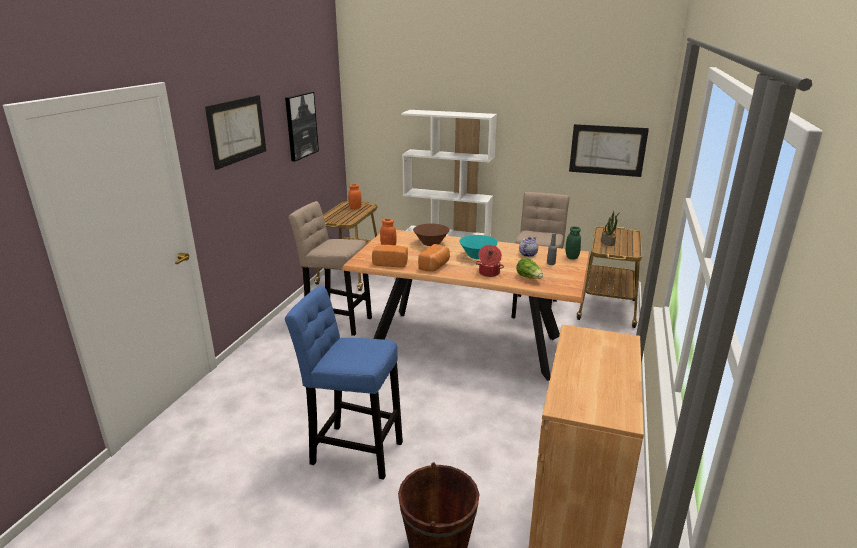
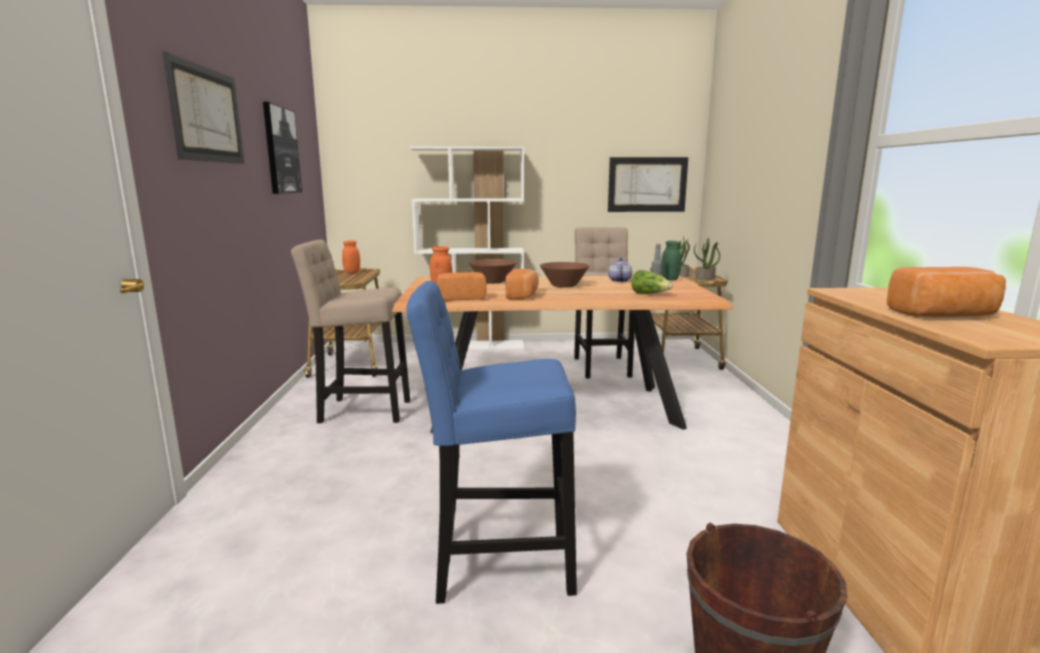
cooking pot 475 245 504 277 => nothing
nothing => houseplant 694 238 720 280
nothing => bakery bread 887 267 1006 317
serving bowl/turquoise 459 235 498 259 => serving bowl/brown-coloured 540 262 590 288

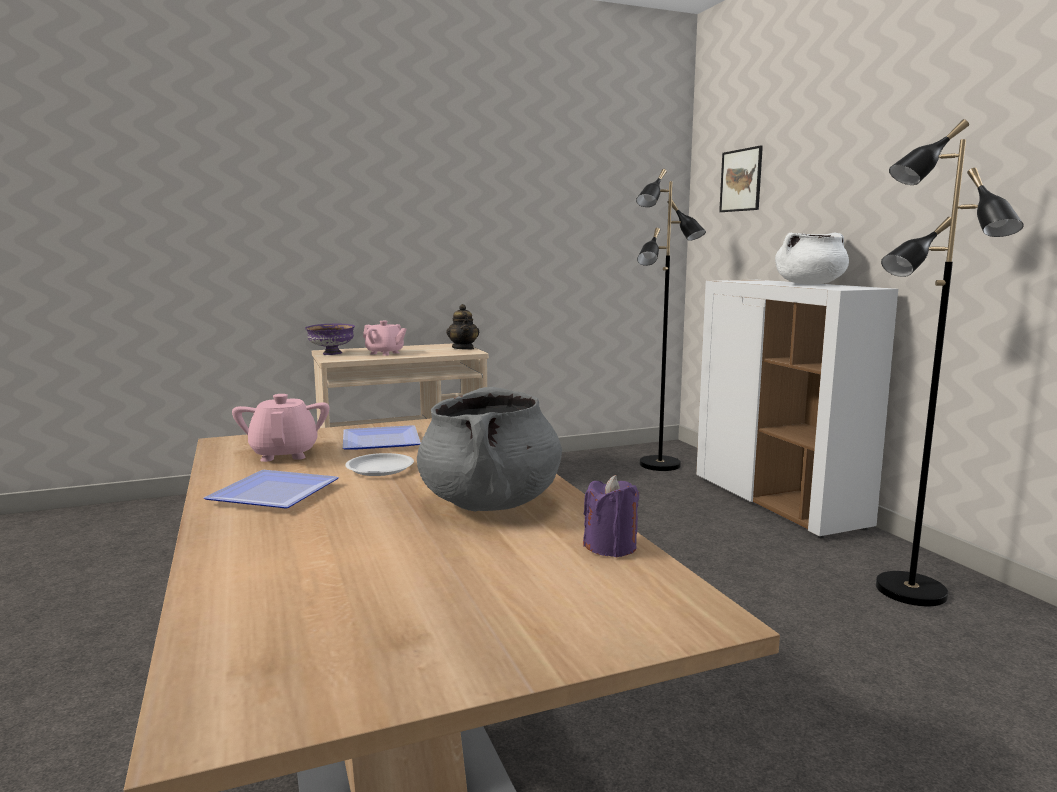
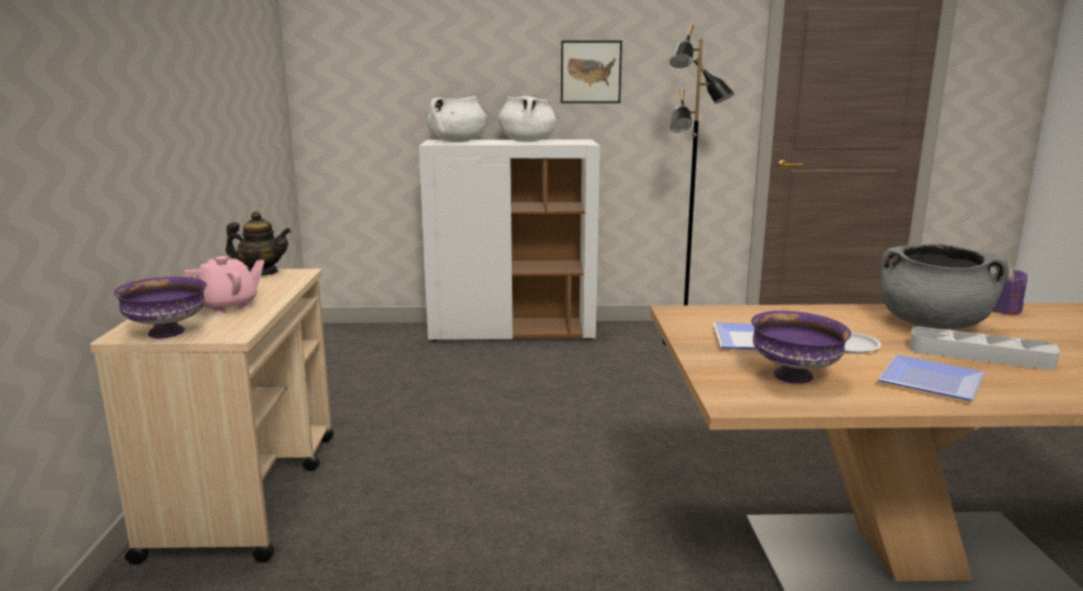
floor lamp/blackish 636 169 706 471 => nothing
nothing => cooking pot/white 427 96 487 142
nothing => carrying tray/gray 910 327 1060 370
picture 719 146 763 212 => picture 561 41 622 103, shifted
tea pot/pink-coloured 232 394 329 462 => serving bowl/purple 751 311 851 384

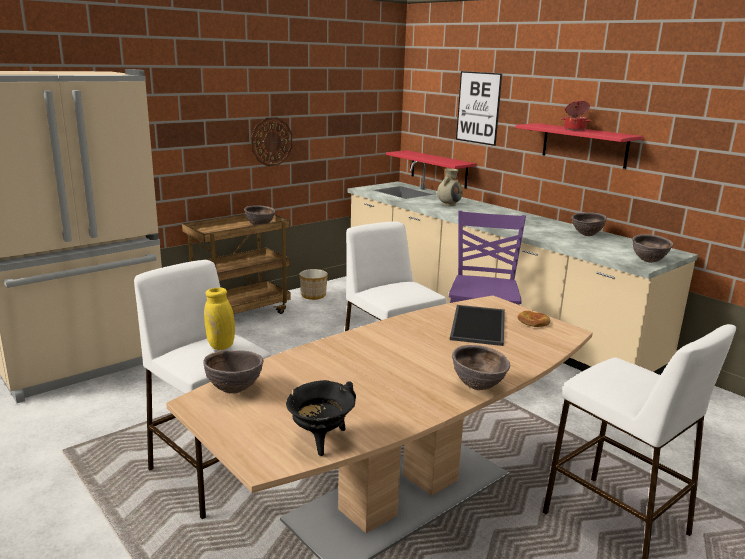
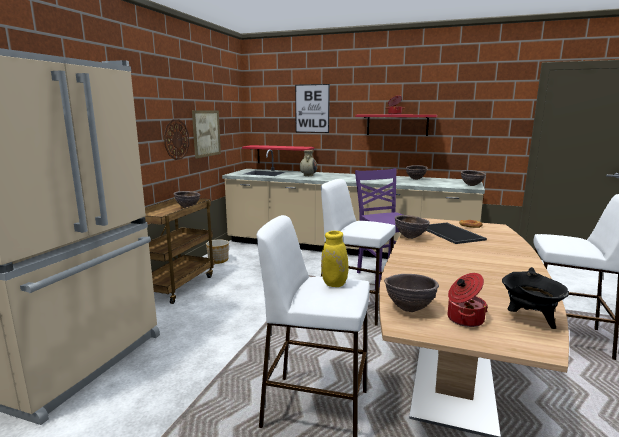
nothing => picture 192 110 221 158
nothing => cooking pot 448 273 488 327
serving bowl/brown-coloured 452 345 510 390 => serving bowl/brown-coloured 395 215 430 239, shifted

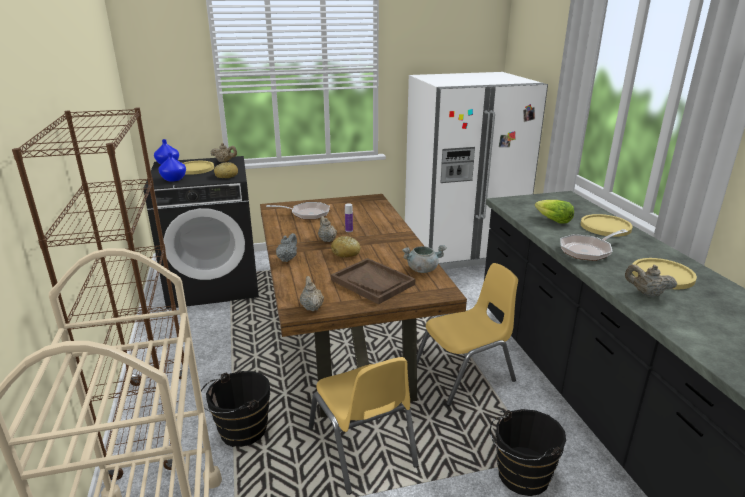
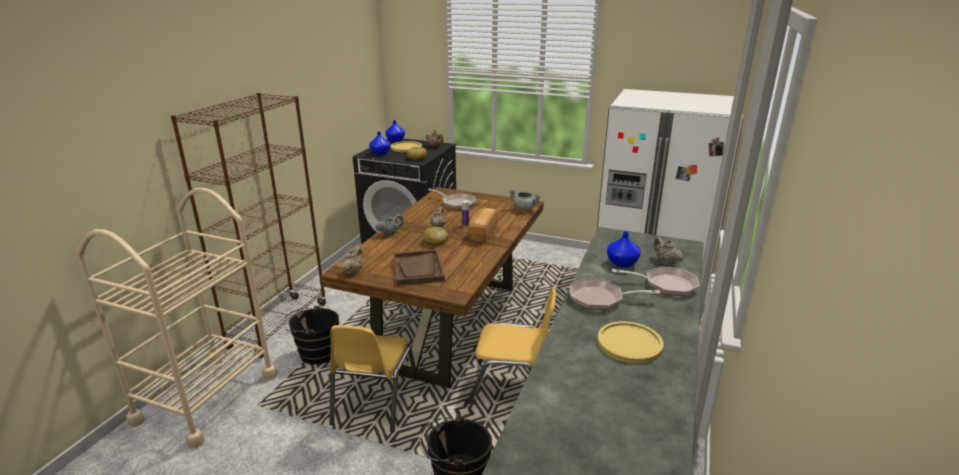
nothing => bakery bread 468 208 498 243
cooking pot/gray 402 245 447 273 => cooking pot/gray 509 189 541 211, shifted
tea pot/beige-coloured 625 264 677 297 => tea pot/beige-coloured 654 236 683 266, shifted
head of lettuce 535 200 574 224 => decorative vase/blue-coloured 607 232 641 268
flat dish/yellow 581 214 633 237 => skillet 612 266 700 296

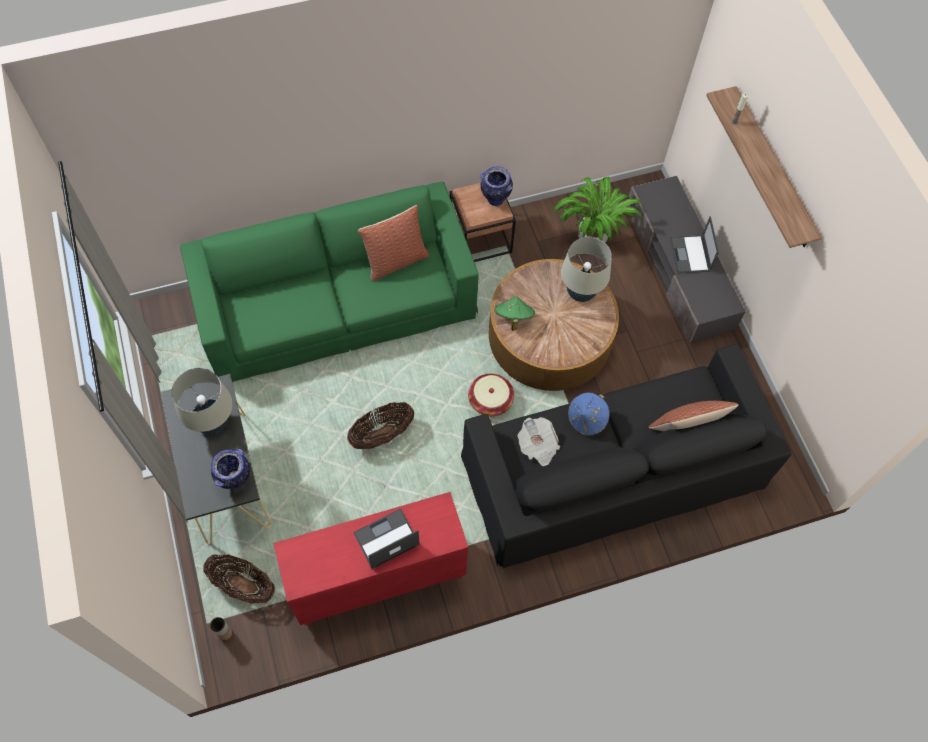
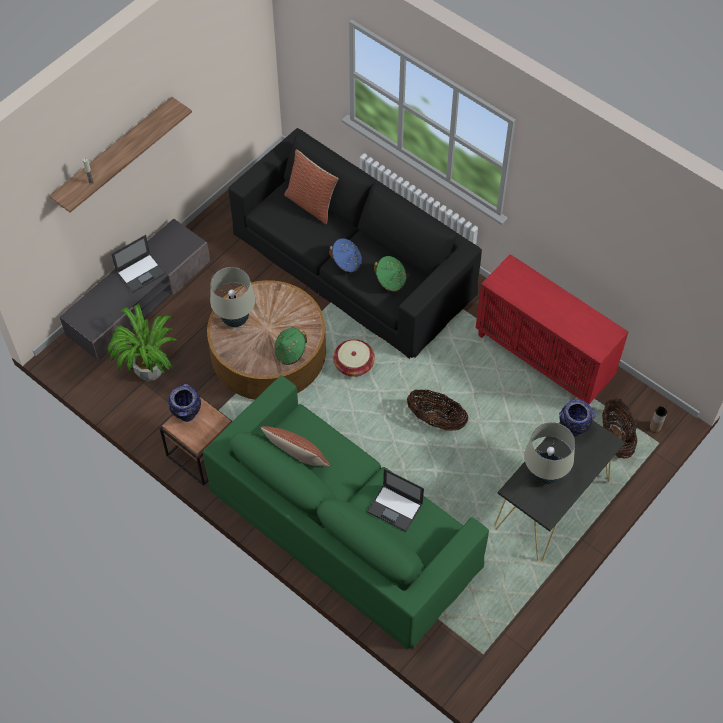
portable computer 353 508 420 569 => portable computer 367 469 424 532, shifted
newspaper 518 417 560 466 => clothing hat/green 374 256 406 292

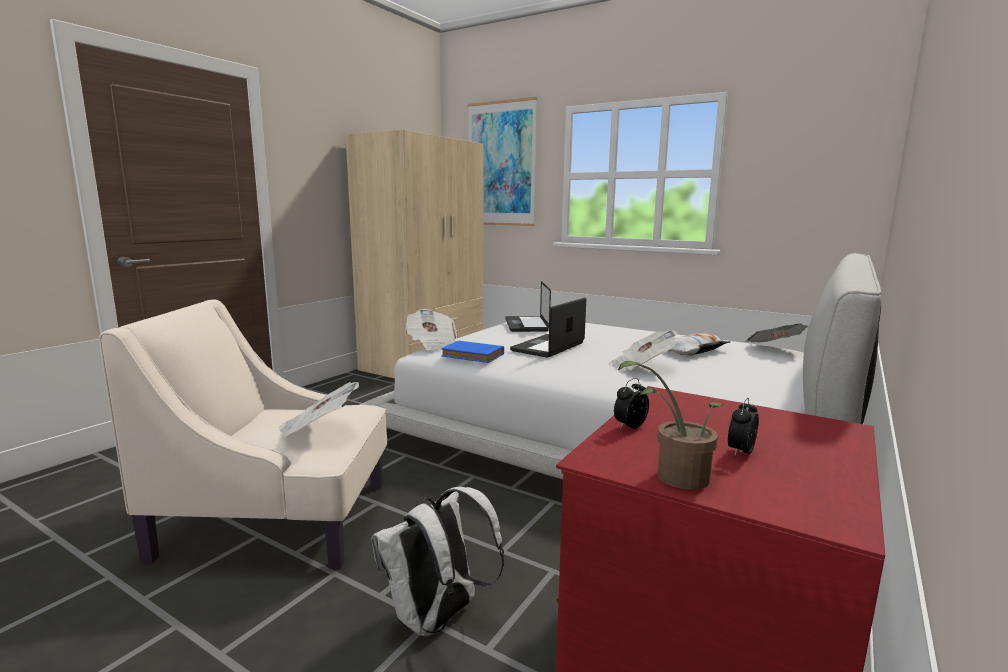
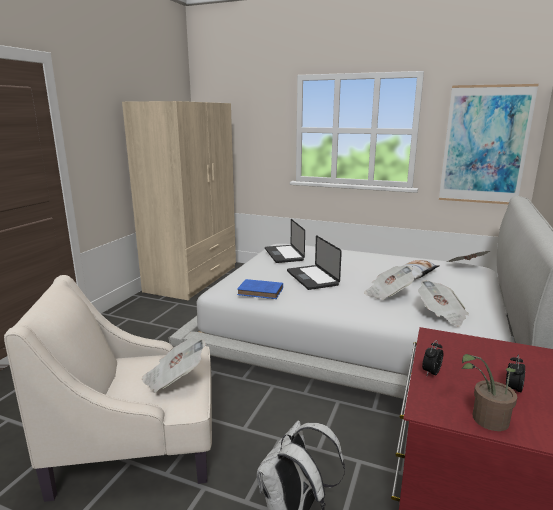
newspaper 405 309 457 351 => newspaper 418 280 469 327, shifted
picture 468 97 537 226 => picture 439 84 539 204, shifted
portable computer 510 298 586 358 => portable computer 287 235 342 290, 45 degrees counterclockwise

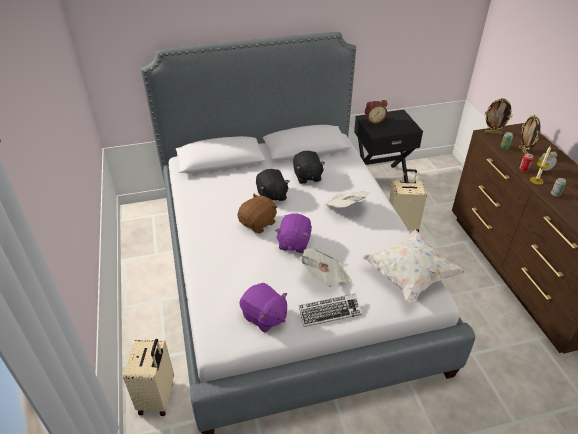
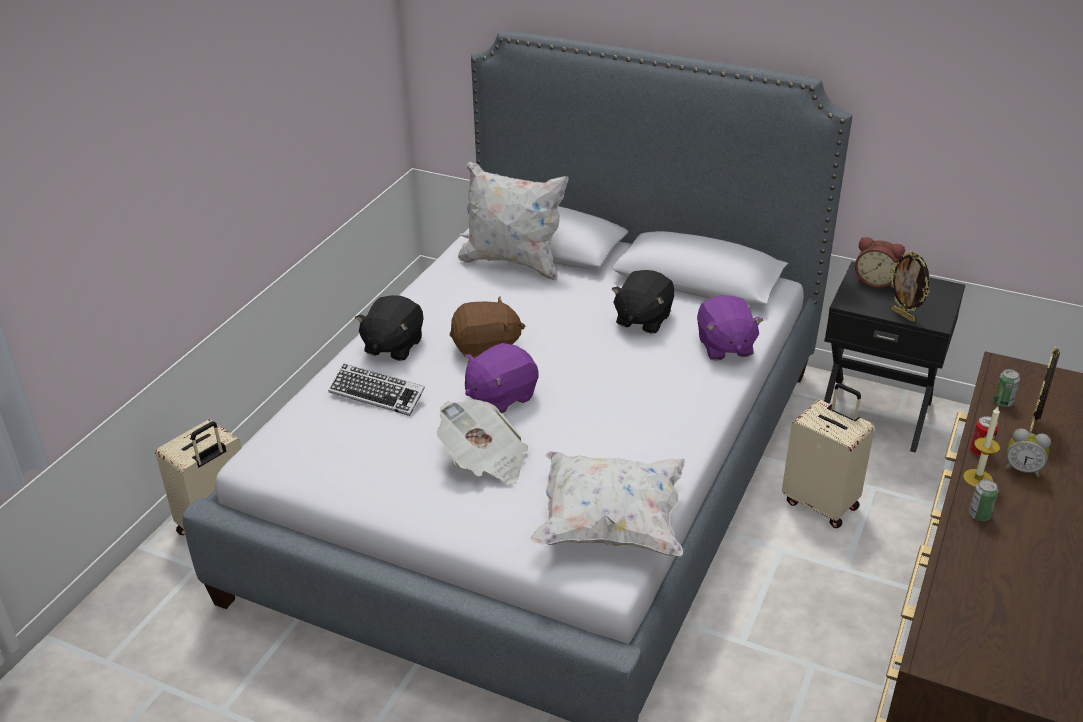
newspaper 324 191 370 208 => nothing
nothing => pillow/white 458 161 569 281
plush toy/purple 239 283 287 333 => plush toy/purple 697 295 763 360, shifted
plush toy/blackish 256 169 290 201 => plush toy/blackish 355 295 424 361, shifted
keyboard 299 294 362 327 => keyboard 328 364 425 416, shifted
photo frame 485 98 513 135 => photo frame 890 251 930 322, shifted

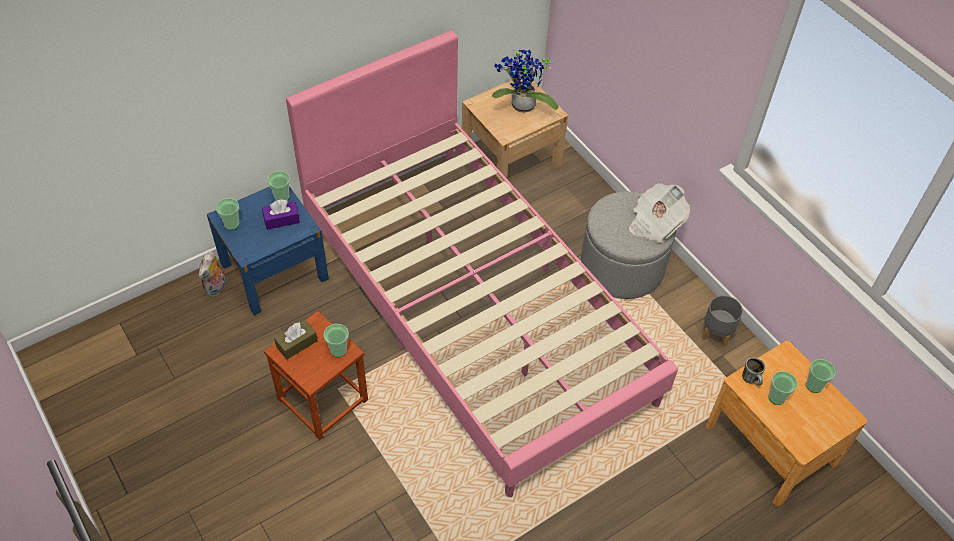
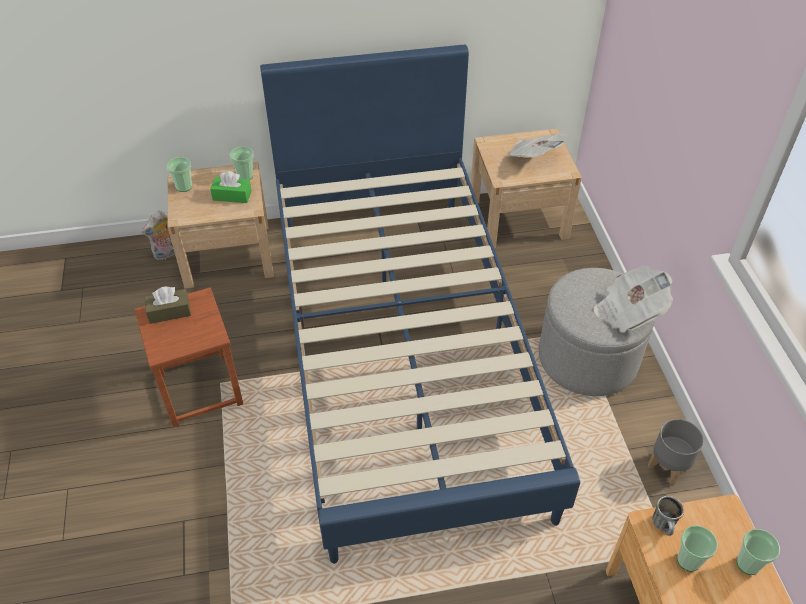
small cup 323 324 349 357 => nothing
houseplant 492 49 558 113 => newspaper 506 134 567 158
bedside table/blue-coloured 207 186 329 315 => bedside table/beige-coloured 168 162 274 289
tissue box/purple 262 199 300 230 => tissue box/green 210 171 252 203
bed/pink-coloured 286 30 678 497 => bed/blue-coloured 260 44 580 564

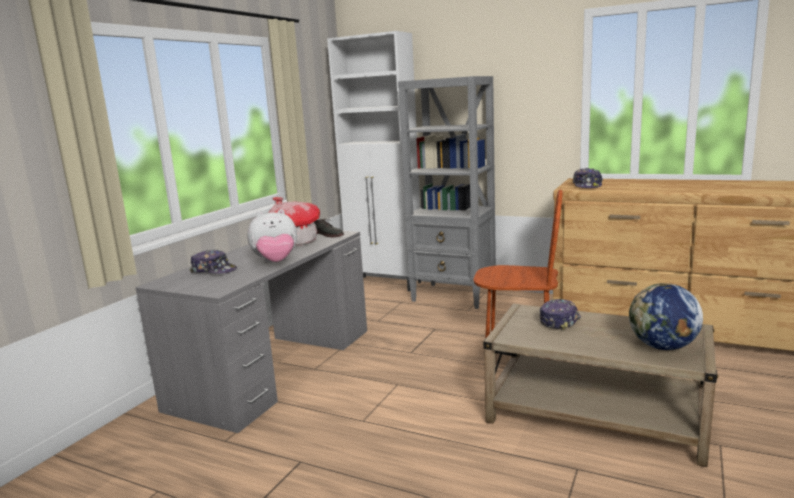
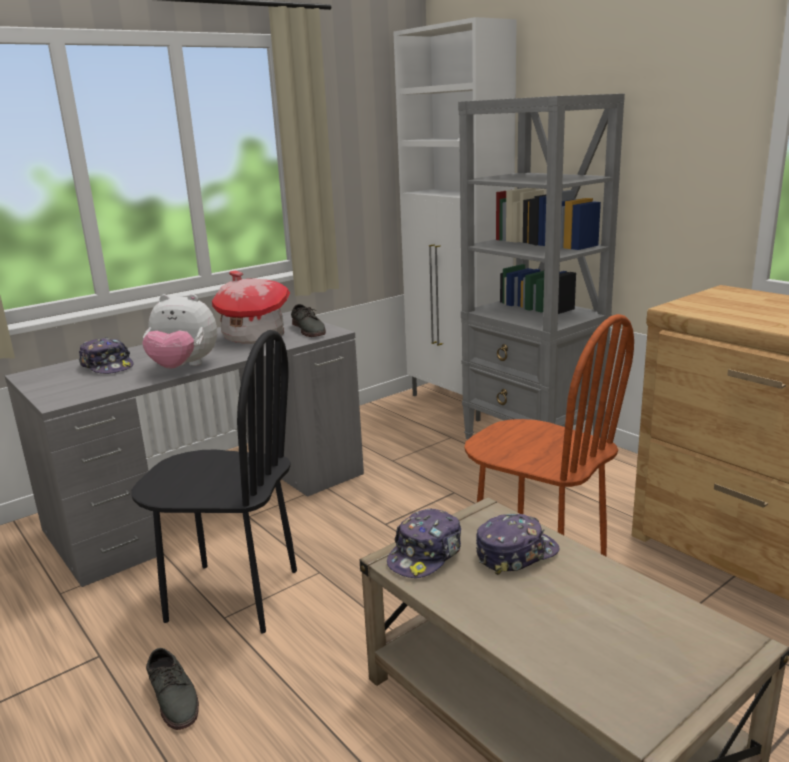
globe 629 283 703 350 => nothing
nothing => upright chair/blackish 131 330 297 634
nothing => low shoe/gray 146 648 199 730
baseball cap 573 168 603 188 => baseball cap 387 508 461 578, shifted

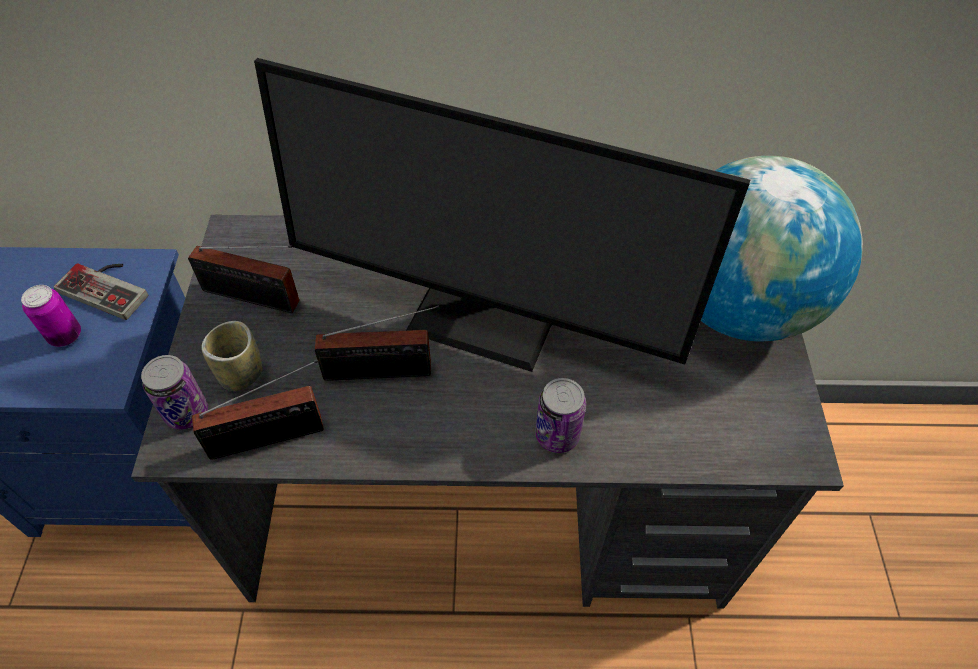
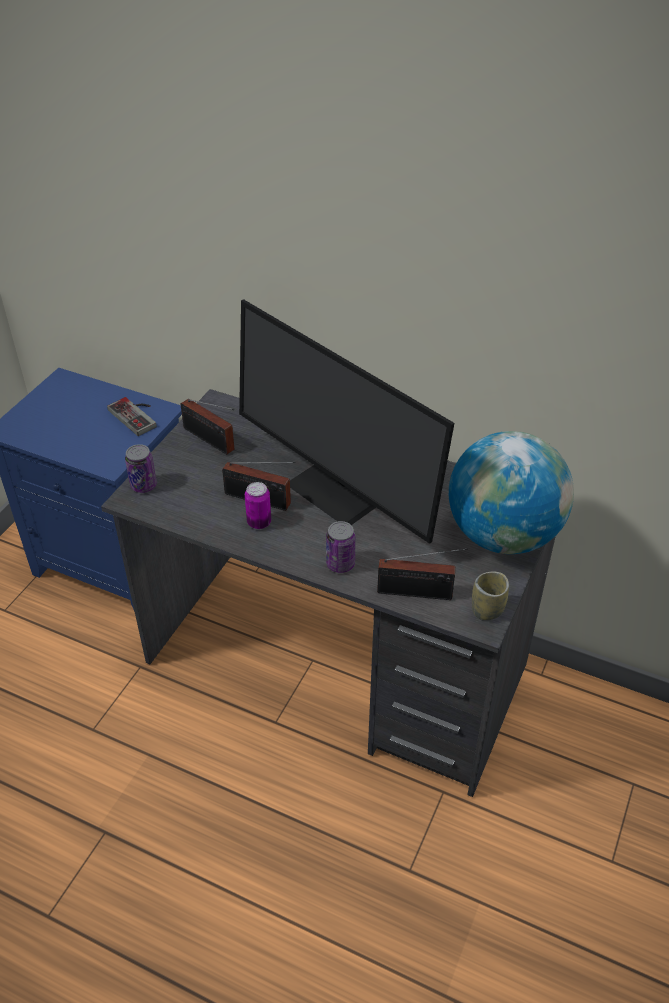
can 21 285 81 347 => can 245 482 271 529, shifted
radio receiver 192 359 324 460 => radio receiver 377 548 468 600, shifted
small cup 201 321 262 391 => small cup 472 572 509 620, shifted

